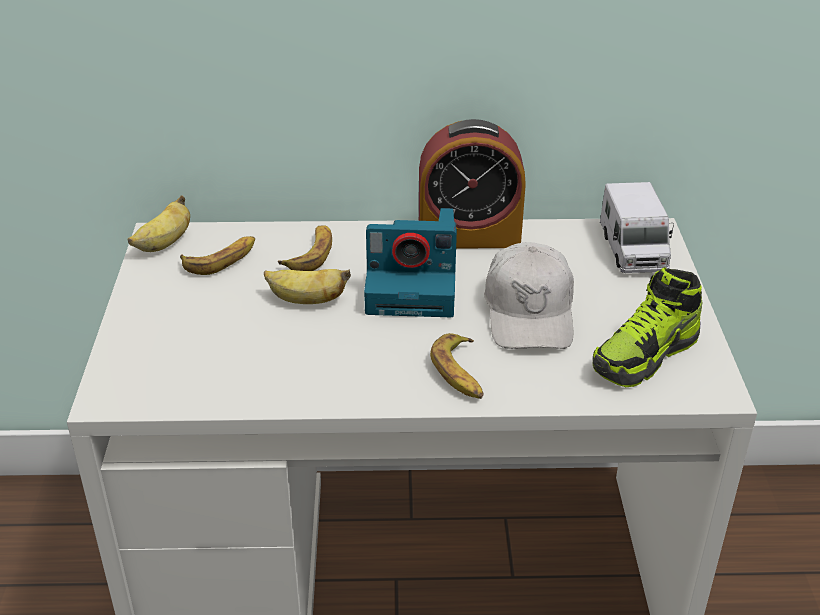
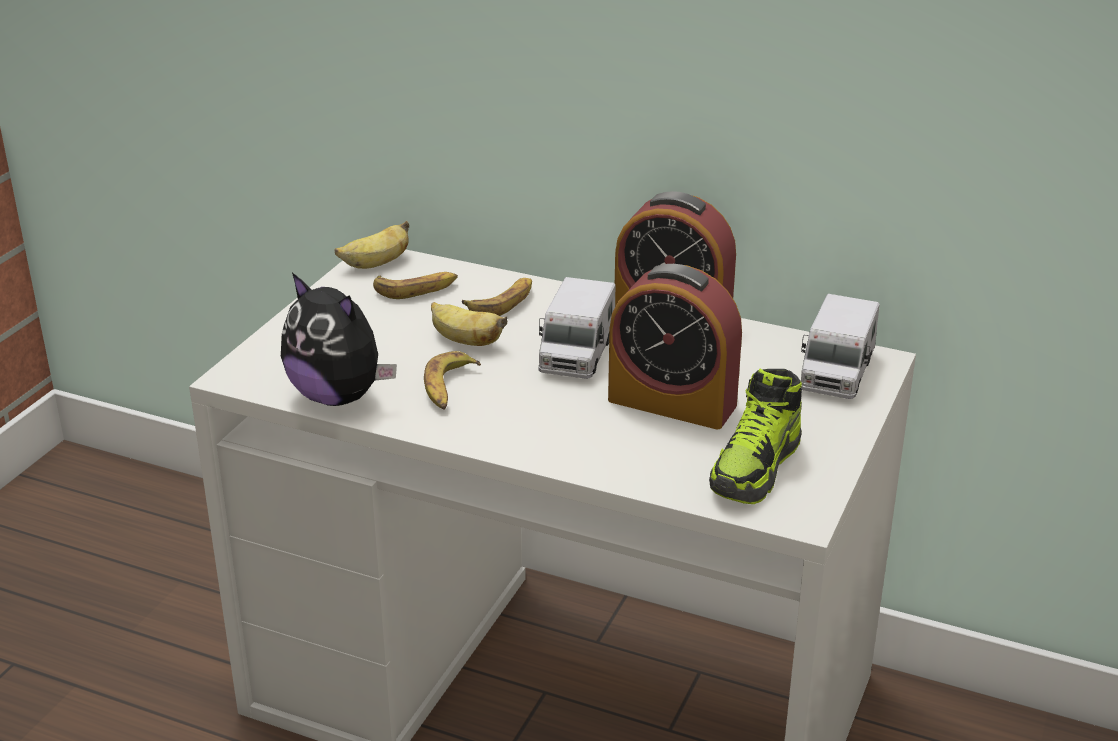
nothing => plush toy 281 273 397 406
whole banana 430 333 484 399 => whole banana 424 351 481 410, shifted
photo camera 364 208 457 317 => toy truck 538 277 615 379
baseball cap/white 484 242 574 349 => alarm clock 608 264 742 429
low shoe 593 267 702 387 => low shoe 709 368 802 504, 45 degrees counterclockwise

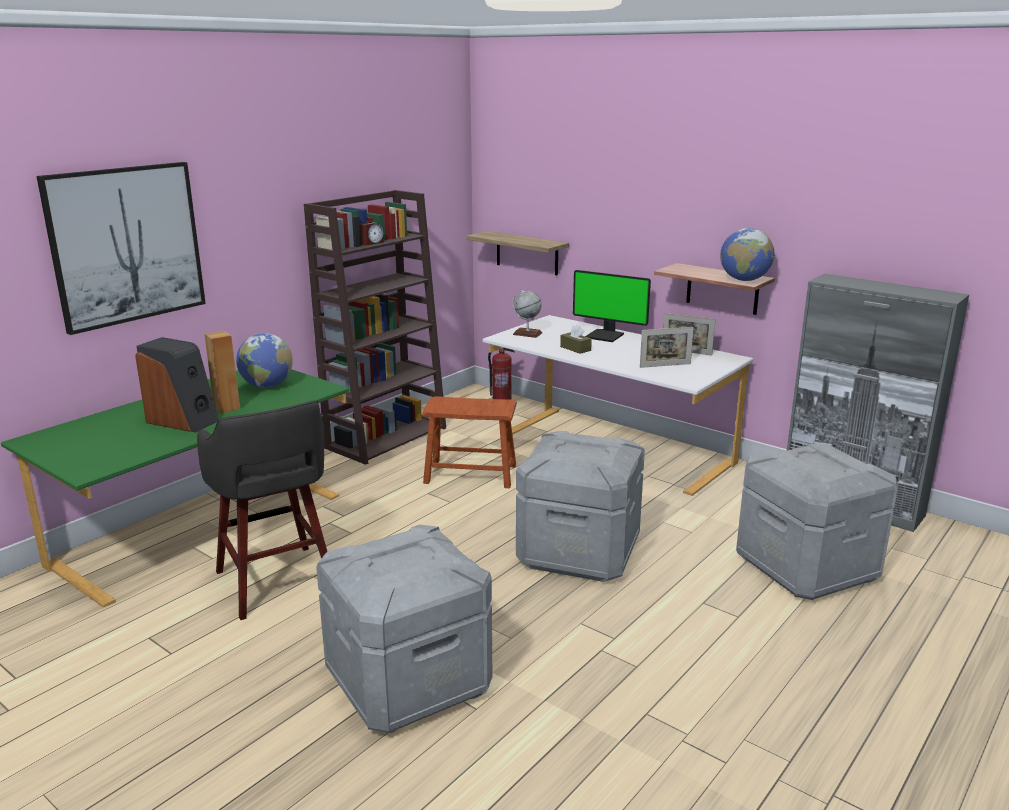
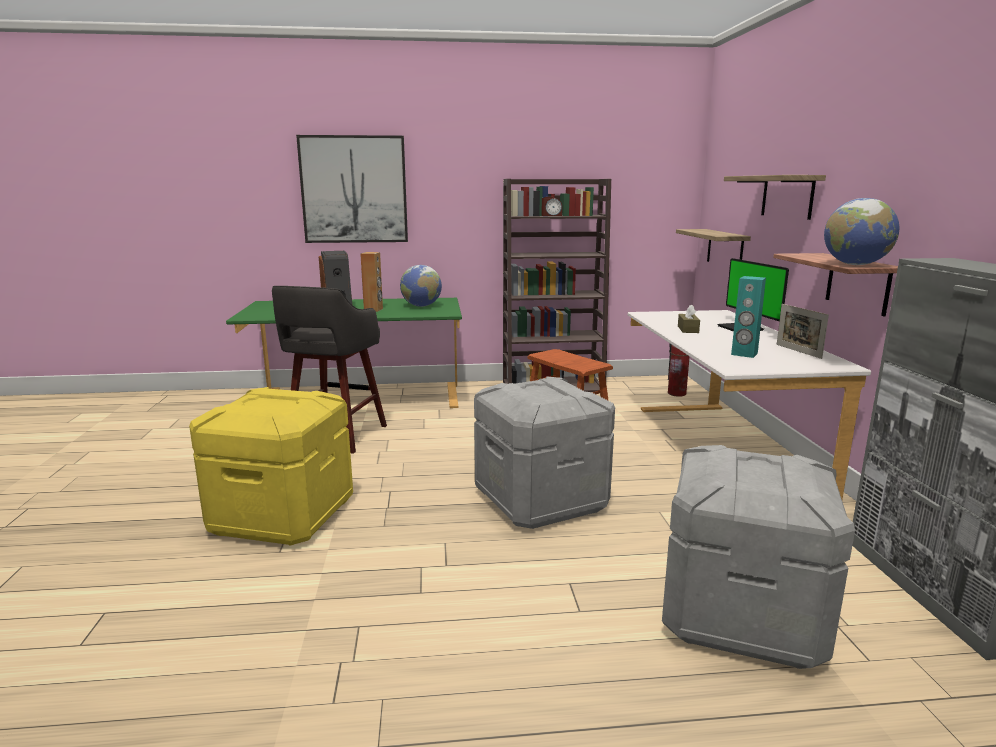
globe 513 289 542 338 => nothing
nothing => shelf 724 175 826 220
photo frame 640 327 694 368 => audio speaker/turquoise 731 276 766 358
storage bin/gray 316 525 492 733 => storage bin/yellow 189 387 353 545

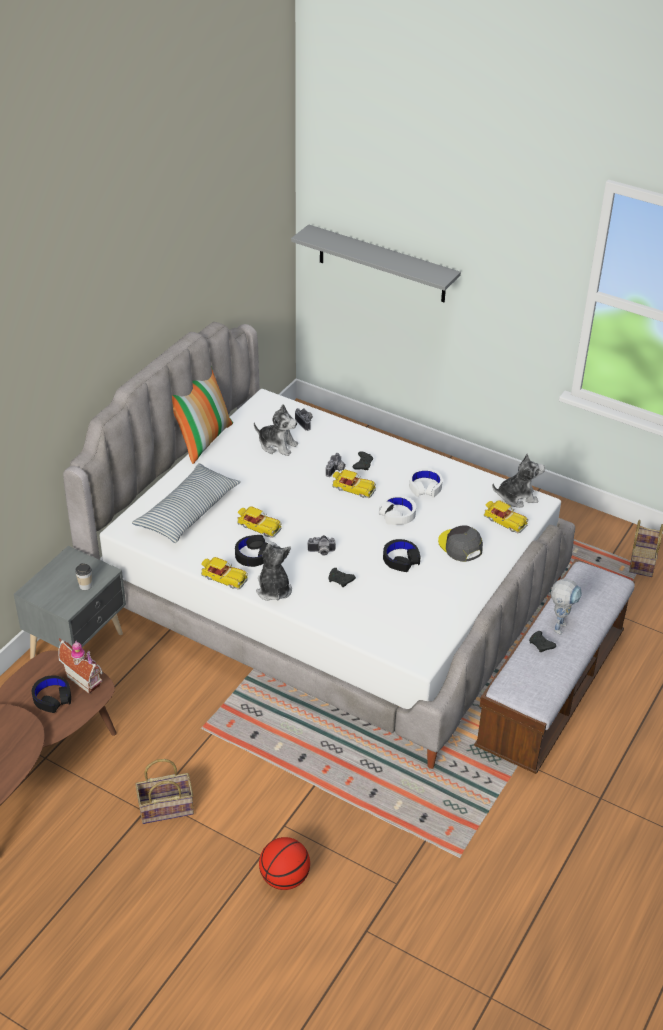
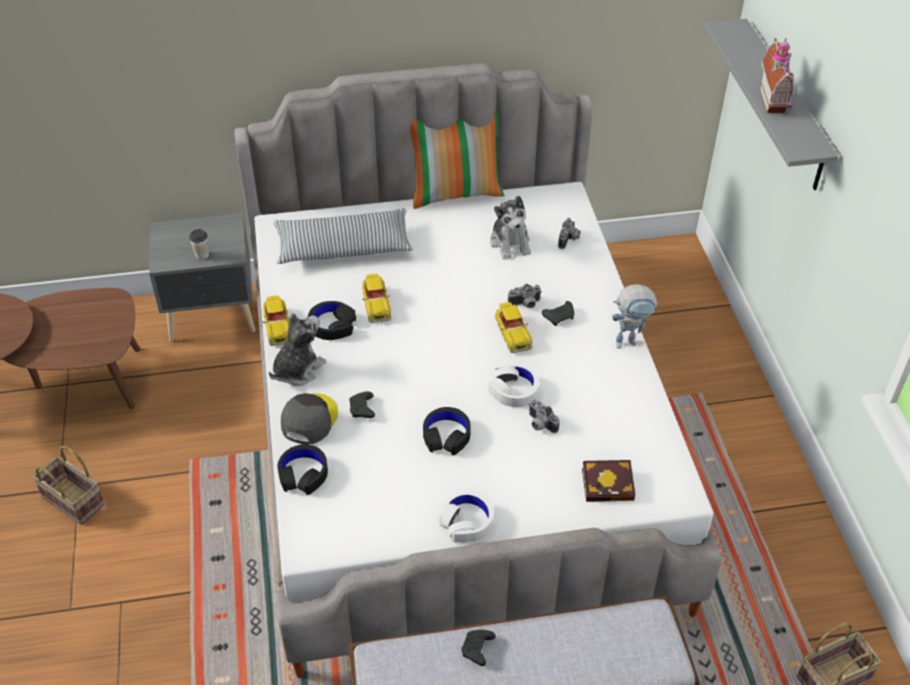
basketball 259 837 310 890 => nothing
plush toy 492 453 545 508 => nothing
headset/blackish 32 675 71 713 => headset/blackish 277 444 328 495, shifted
miniature house 58 638 102 694 => miniature house 760 38 794 113, shifted
photo camera 307 535 336 556 => photo camera 529 400 560 433, shifted
headset/white 409 468 443 498 => headset/white 439 491 494 543, shifted
baseball cap/gray 438 526 483 562 => baseball cap/gray 281 393 338 445, shifted
toy robot 551 578 582 635 => toy robot 612 284 660 349, shifted
toy car 484 500 528 533 => book 582 460 636 502

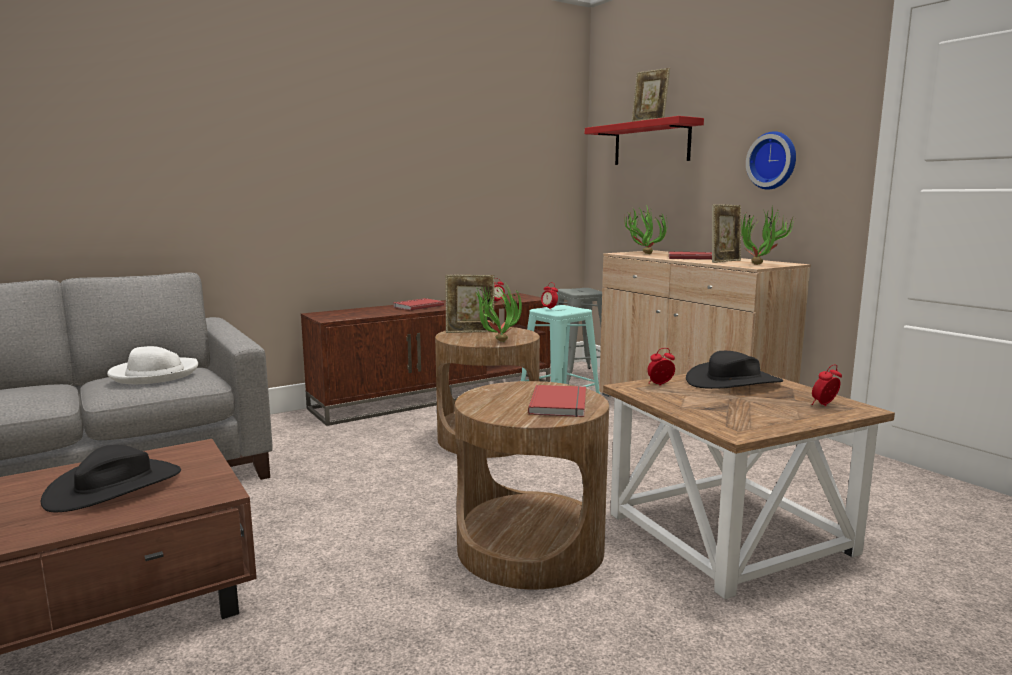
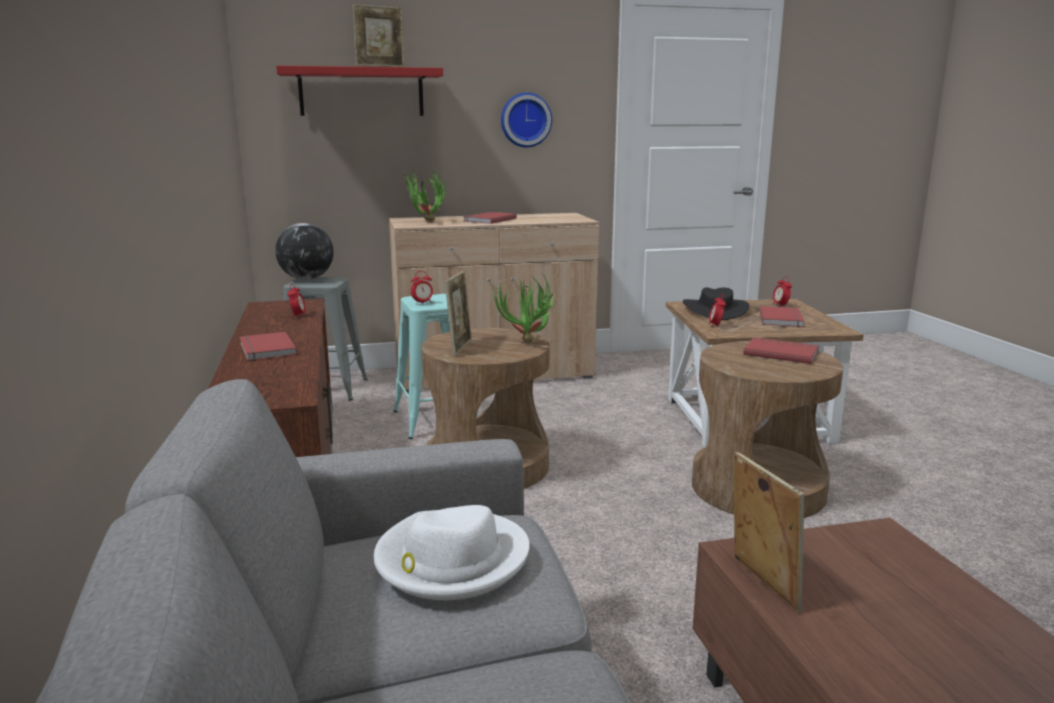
clothing hat/blackish 41 445 181 512 => nothing
houseplant 741 208 795 265 => nothing
nothing => globe 275 223 334 280
nothing => book/red 759 306 804 327
photo frame 712 204 741 263 => photo frame 733 451 804 613, shifted

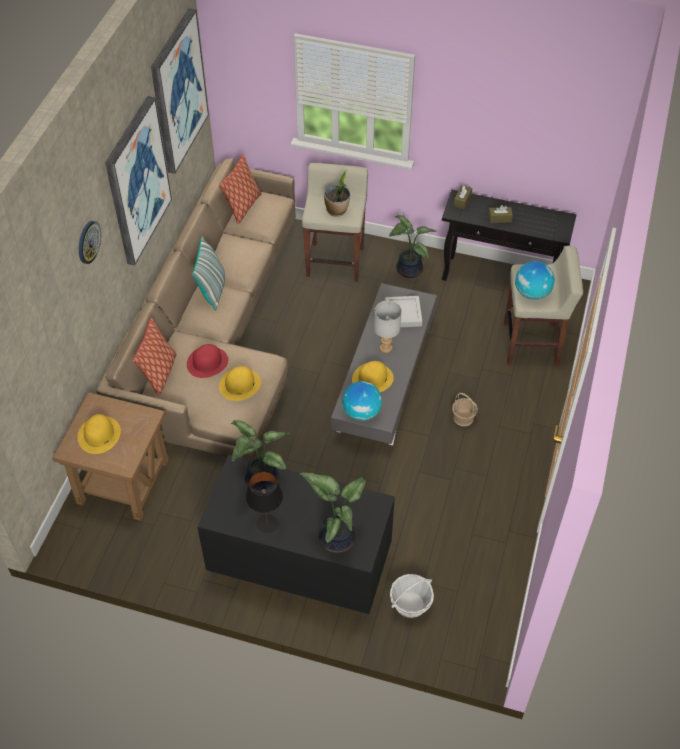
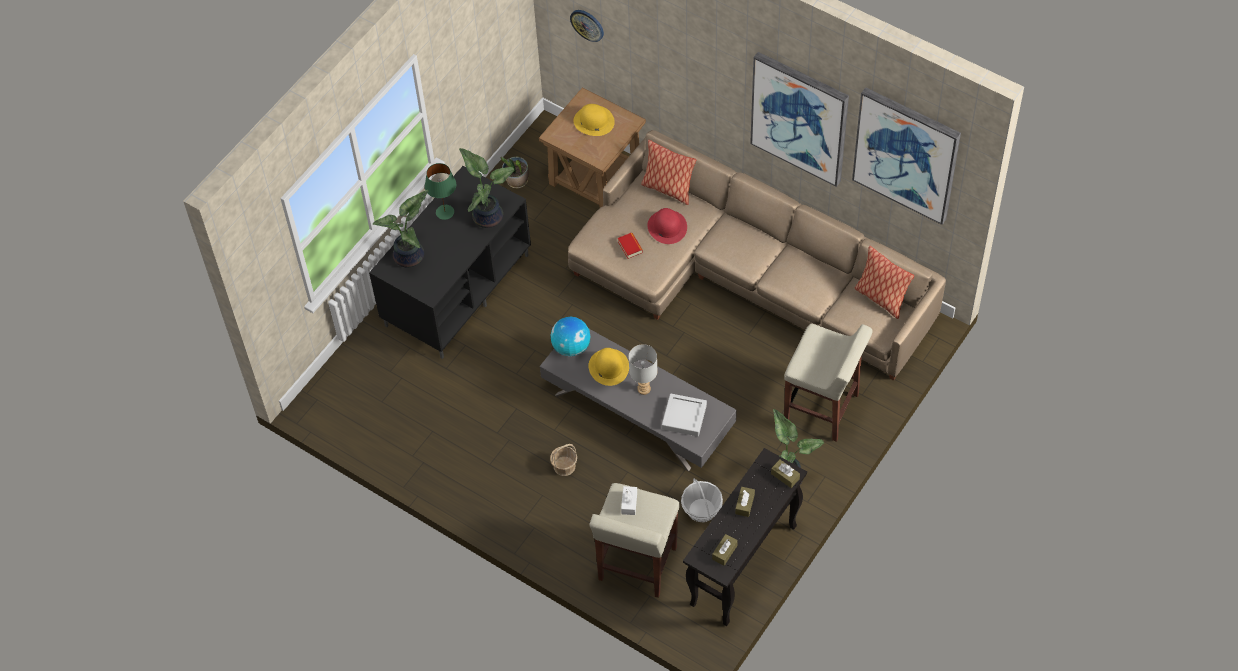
pillow 192 236 225 311 => nothing
nothing => tissue box/brown-coloured 712 534 738 566
hanging clock 79 221 101 264 => hanging clock 570 10 604 42, shifted
houseplant 324 170 350 217 => houseplant 501 157 529 189, shifted
storage basket 390 574 434 618 => storage basket 681 478 723 522, shifted
clothing hat/yellow 219 366 261 401 => book 618 233 643 259
globe 515 261 555 300 => tissue box/white 621 486 637 515
lamp for a table/blackish 246 472 283 533 => lamp for a table/green 425 163 457 220

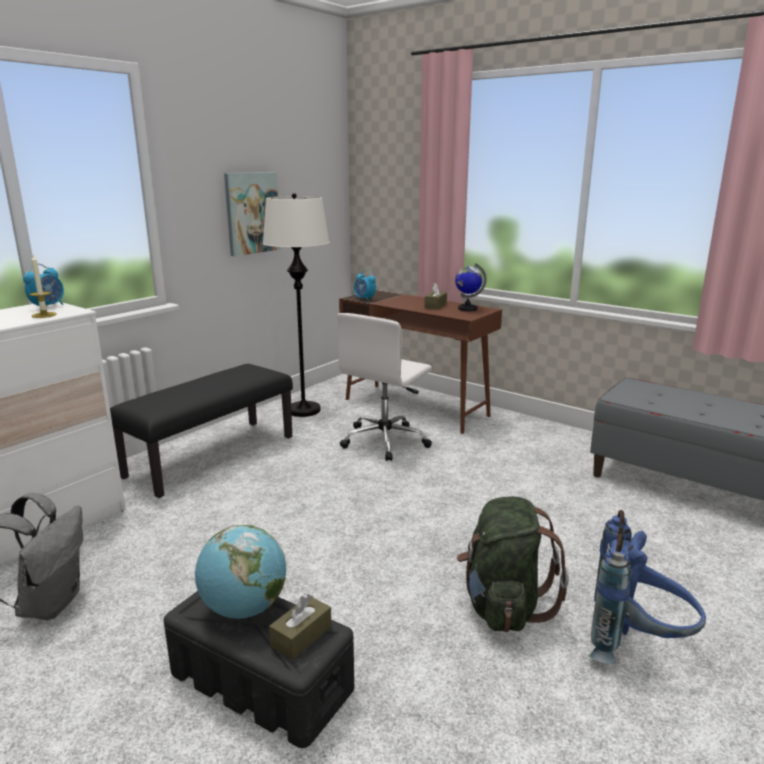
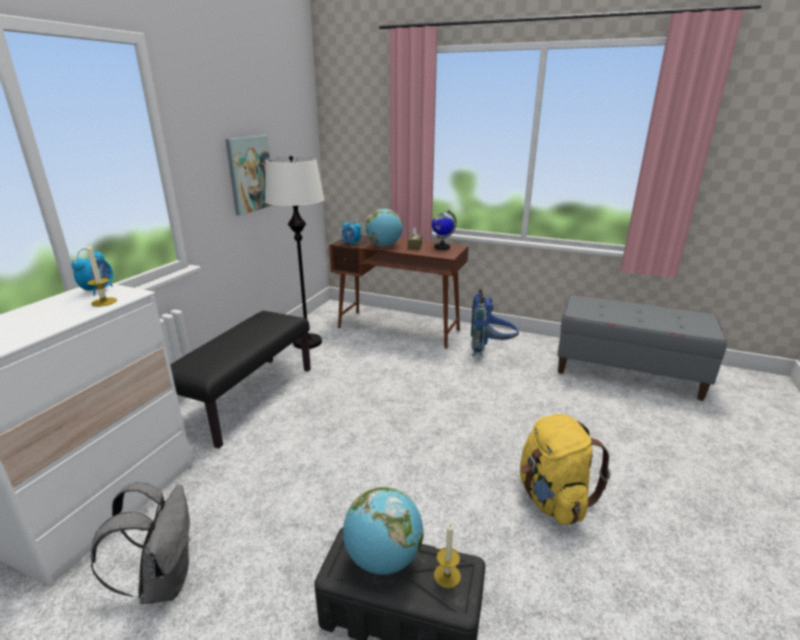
computer chair/white 337 313 432 461 => nothing
nothing => globe 365 208 402 247
rucksack/blue-coloured 589 510 706 664 => rucksack/blue-coloured 471 289 519 357, shifted
tissue box/brown-coloured 269 594 332 660 => wax light 434 522 461 588
rucksack/green 457 496 569 632 => rucksack/yellow 520 414 611 525

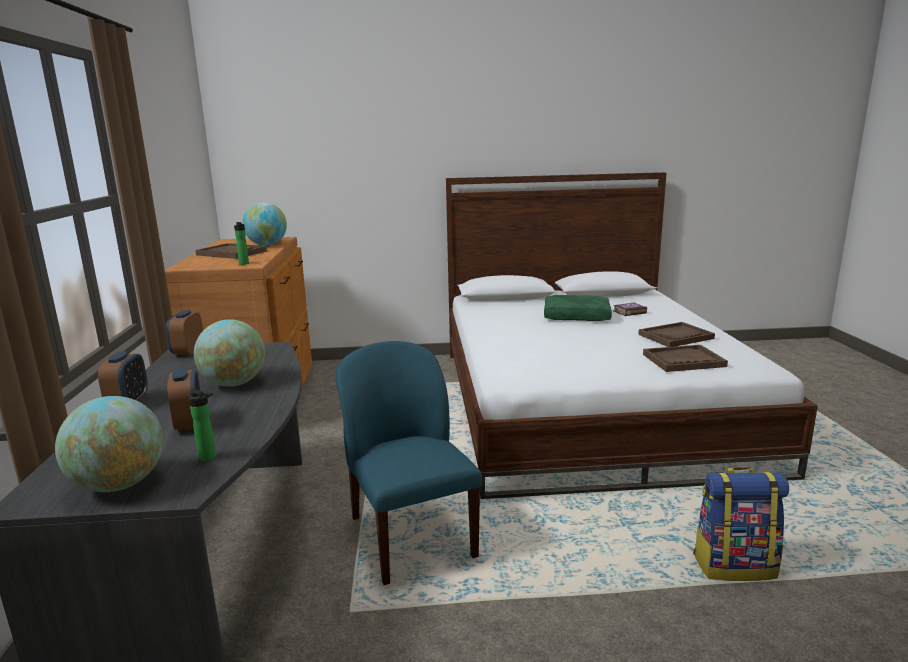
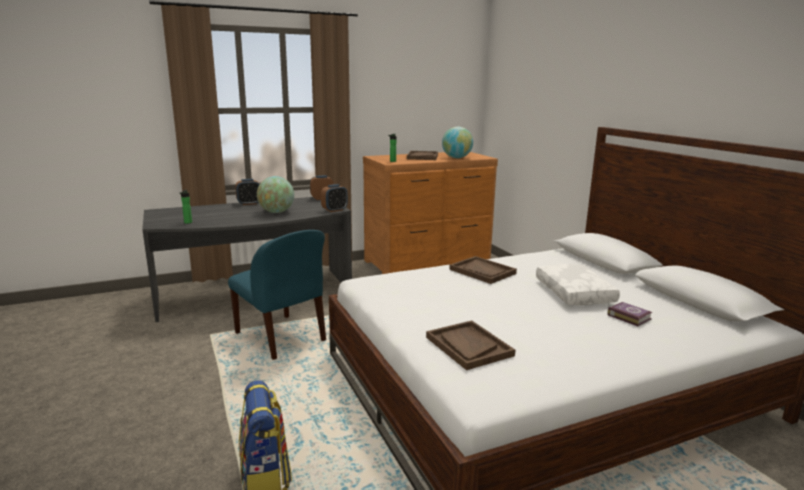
globe 55 396 163 492 => nothing
alarm clock 167 368 200 432 => alarm clock 321 184 348 212, shifted
carrying tray/brown-coloured 638 322 715 347 => carrying tray/brown-coloured 449 256 517 284, shifted
pillow/green 544 295 612 321 => pillow/white 536 264 620 305
upright chair/blue-coloured 336 341 482 585 => upright chair/blue-coloured 228 230 326 360, 90 degrees clockwise

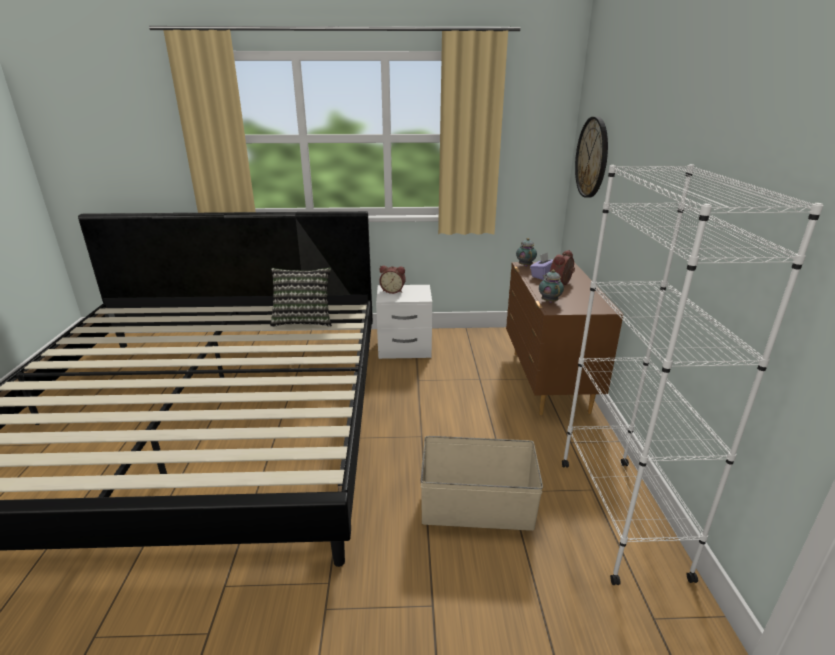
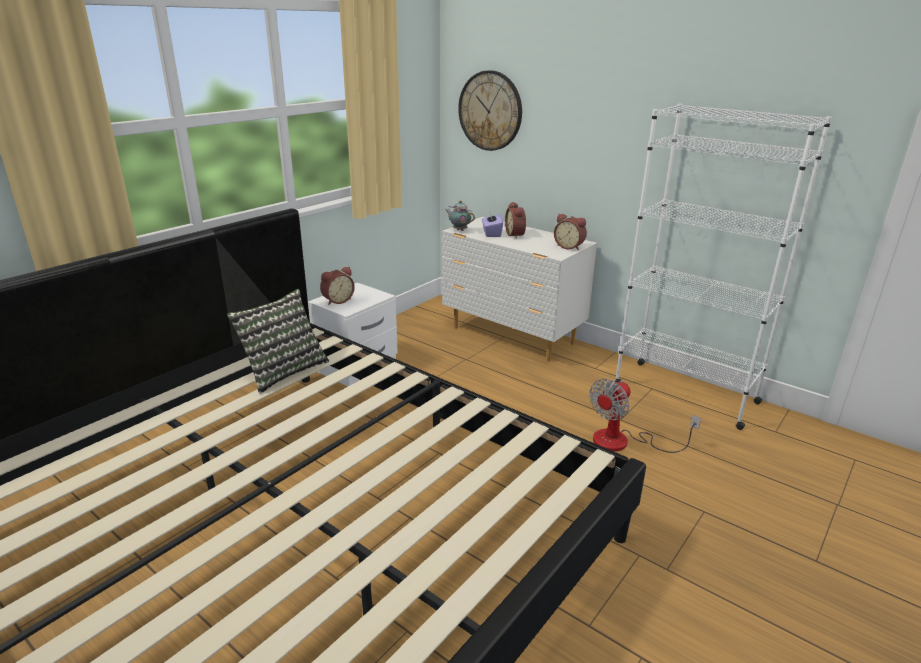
tea pot 539 270 564 303 => nothing
nothing => alarm clock 554 214 587 250
storage bin/beige-coloured 421 436 543 531 => cooling fan 589 379 701 453
drawer chest/brown-coloured 506 262 624 415 => drawer chest/white 442 217 597 362

